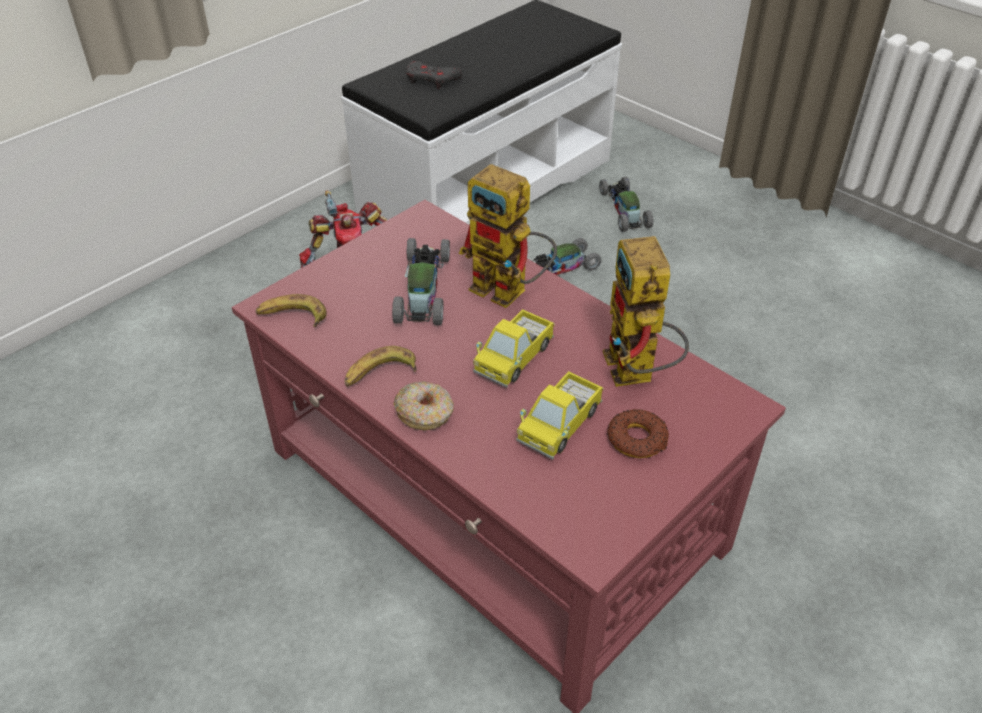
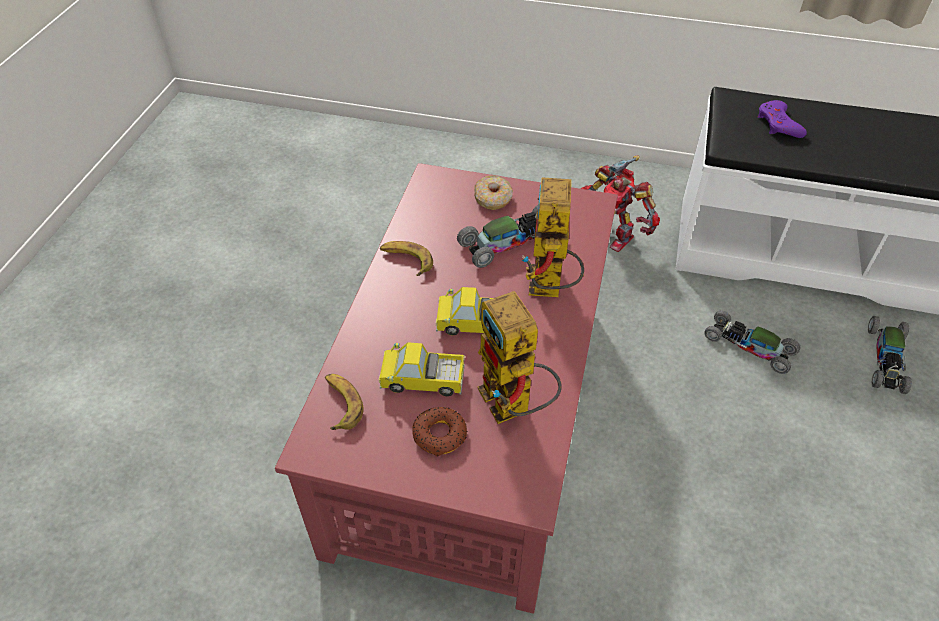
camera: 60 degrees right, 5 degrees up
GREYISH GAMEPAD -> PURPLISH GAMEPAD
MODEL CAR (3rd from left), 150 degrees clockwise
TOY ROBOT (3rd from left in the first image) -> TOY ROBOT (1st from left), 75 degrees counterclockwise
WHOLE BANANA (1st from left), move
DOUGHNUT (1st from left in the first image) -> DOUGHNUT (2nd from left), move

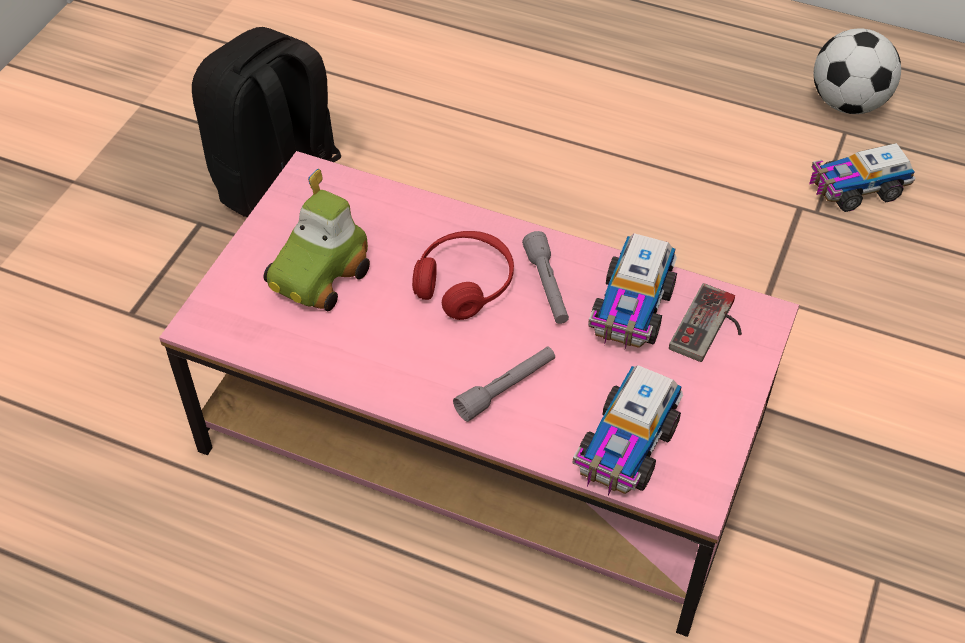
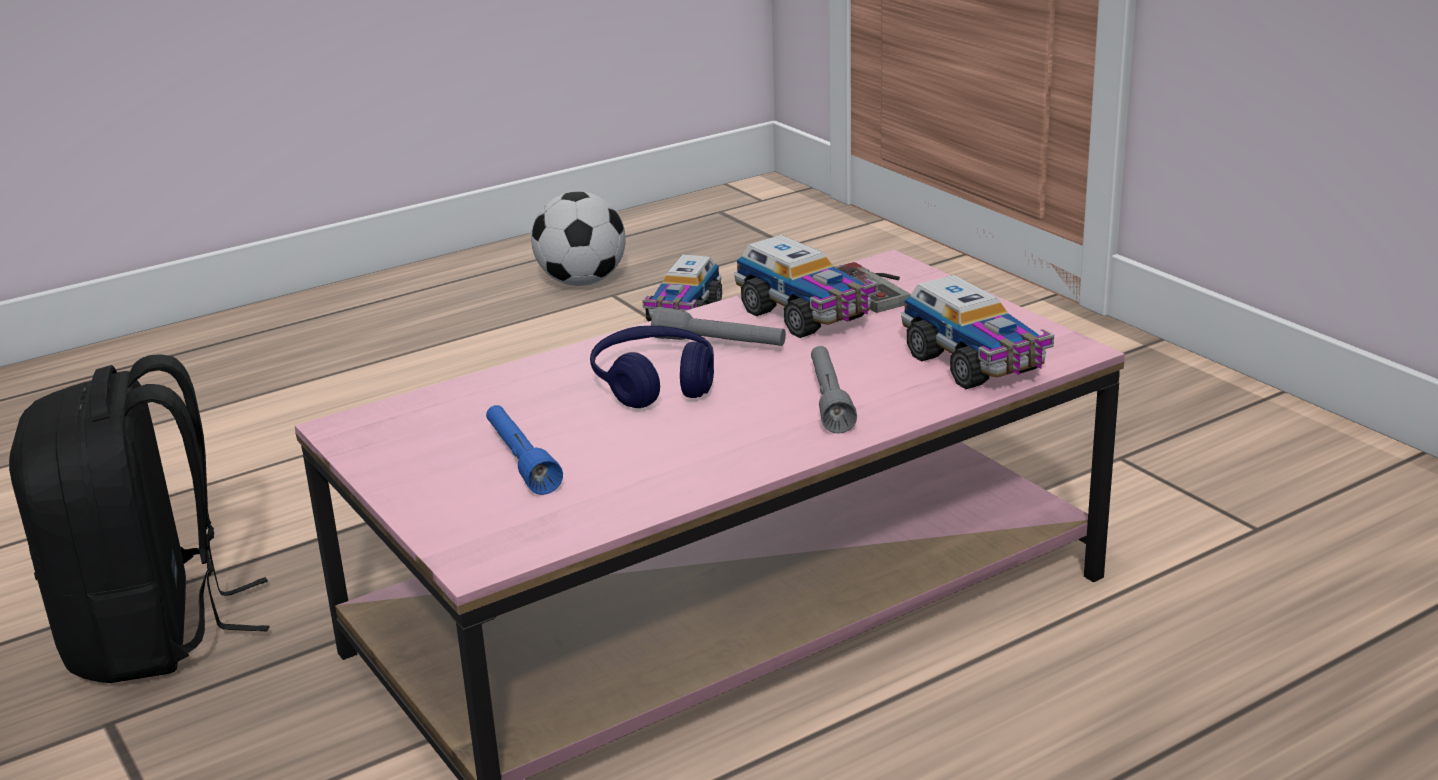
camera: 55 degrees left, 25 degrees down
MODEL CAR -> BLUE HAND TORCH
RED-COLOURED HEADPHONES -> BLUE HEADPHONES

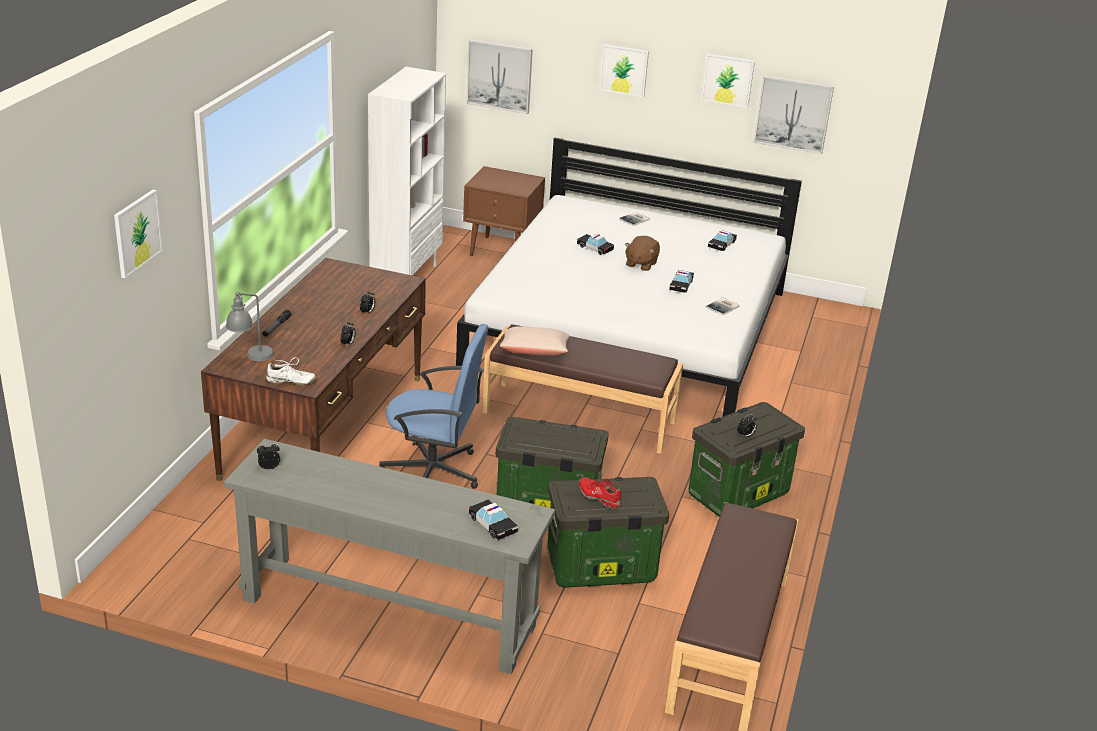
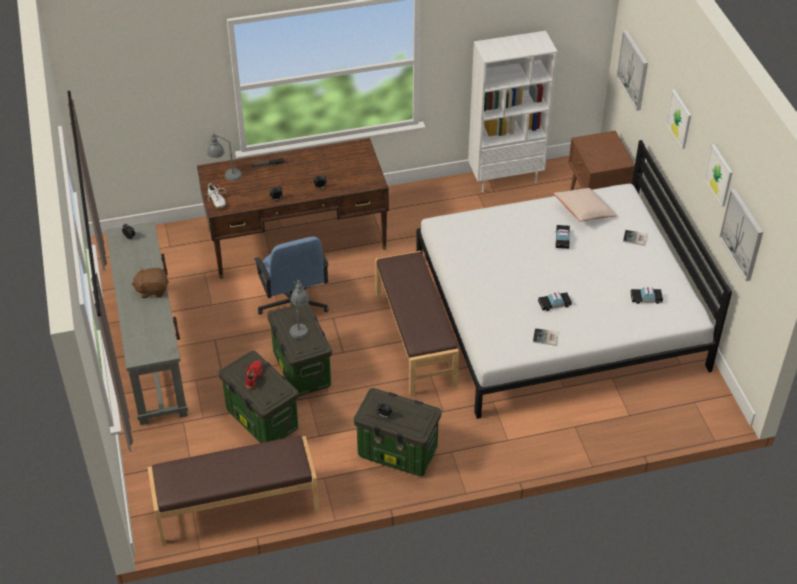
camera: 60 degrees right, 15 degrees up
PICTURE (1st from left) -> none
BROWN CUDDLY TOY, move
SAND-COLOURED THROW PILLOW, move
MODEL CAR (1st from left) -> none
none -> GREYISH LAMP FOR A TABLE (2nd from left)

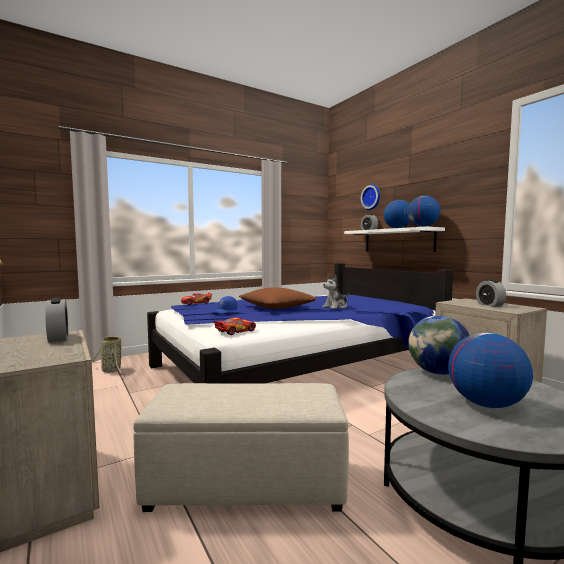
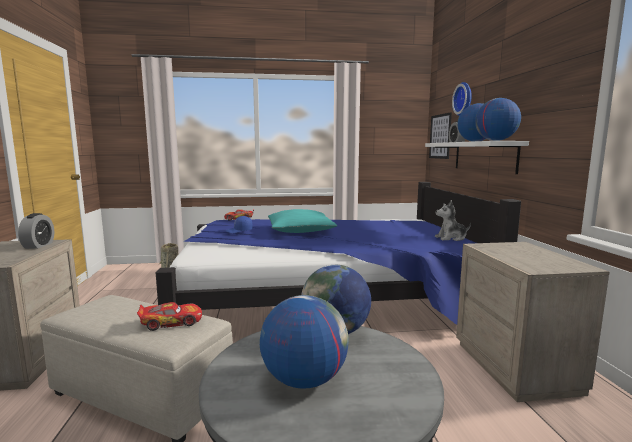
camera: 25 degrees right, 5 degrees up
CUDDLY TOY, move
TABLE CLOCK (3rd from left) -> none
BROWN THROW PILLOW -> TURQUOISE THROW PILLOW
MODEL CAR (2nd from left in the first image) -> MODEL CAR (1st from left), move
none -> PICTURE

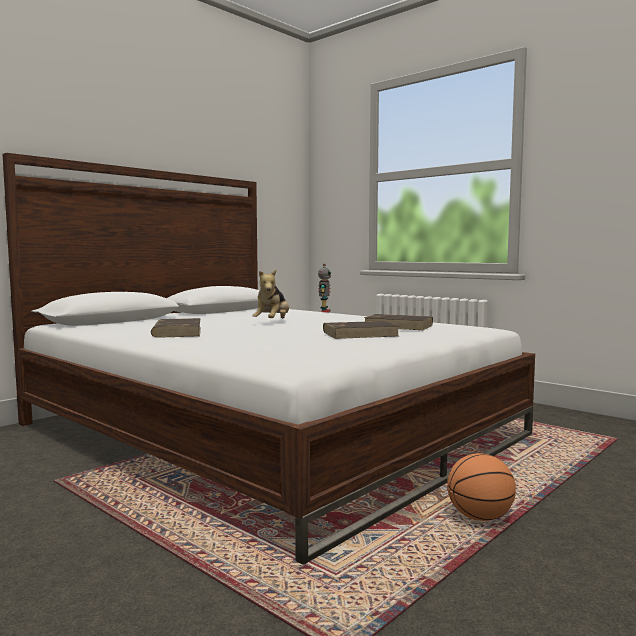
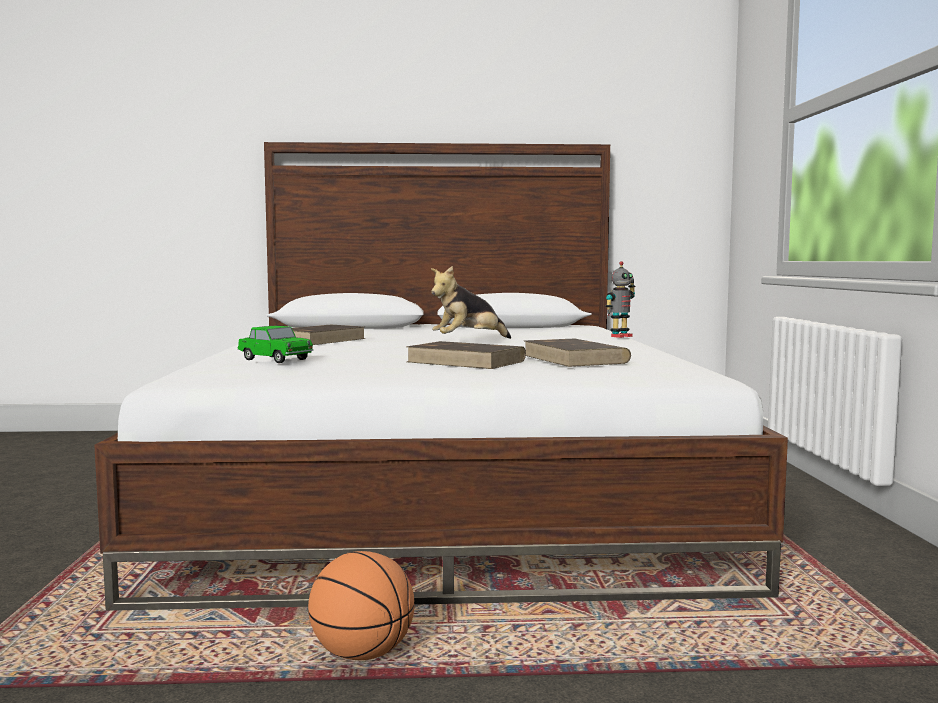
camera: 45 degrees right, 0 degrees up
none -> MODEL CAR

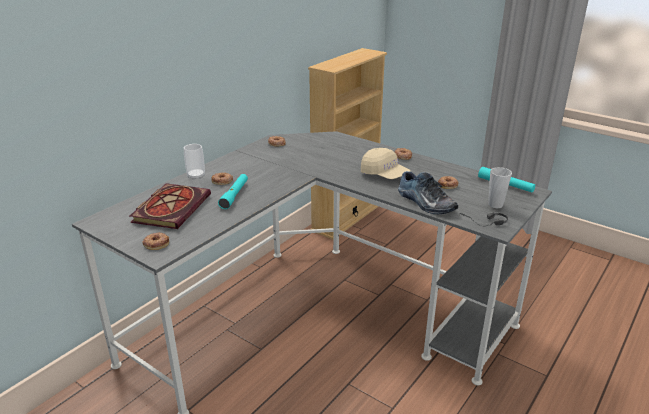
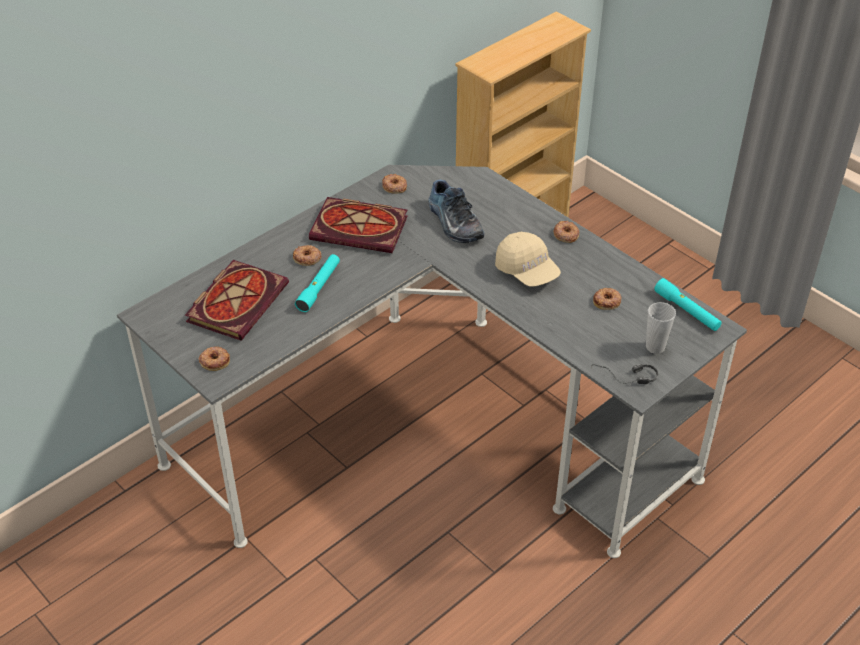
camera: 10 degrees right, 15 degrees up
CUP (1st from left) -> none
LOW SHOE, move
none -> VOLUME (2nd from left)

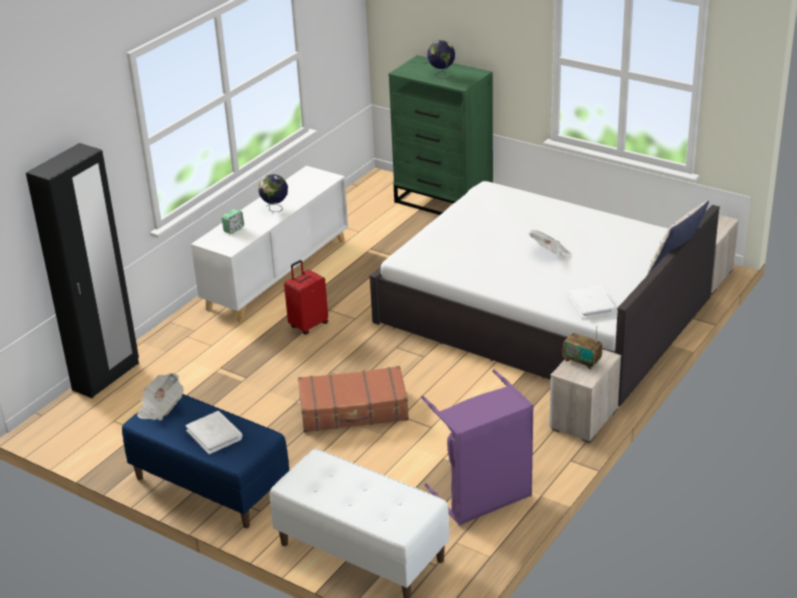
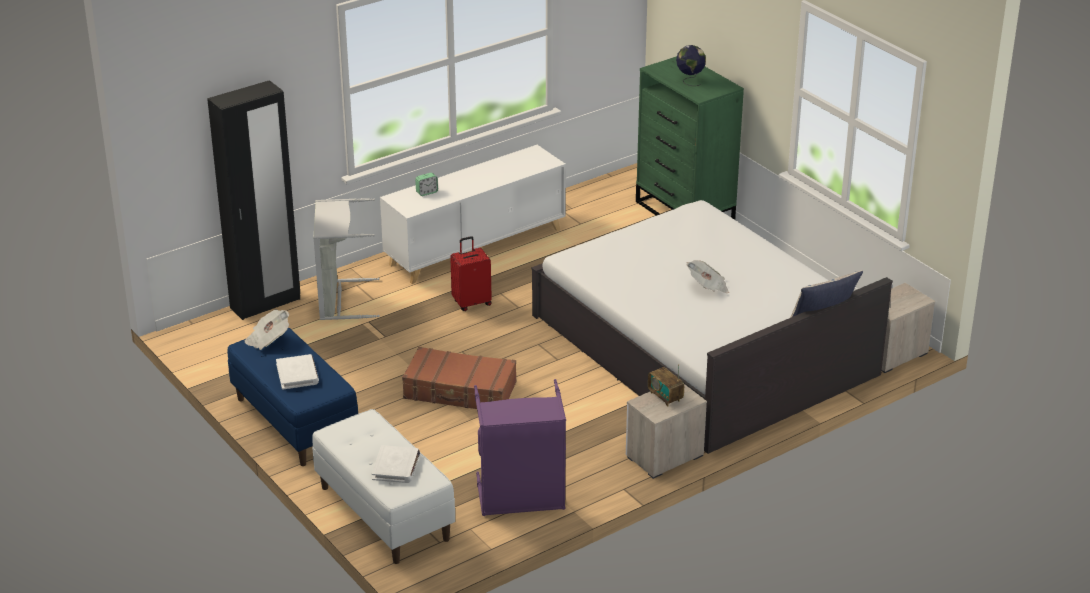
camera: 20 degrees right, 0 degrees up
DESK GLOBE (1st from left) -> none
WHITISH VOLUME (2nd from left), move
none -> GREYISH LAUNDRY BASKET

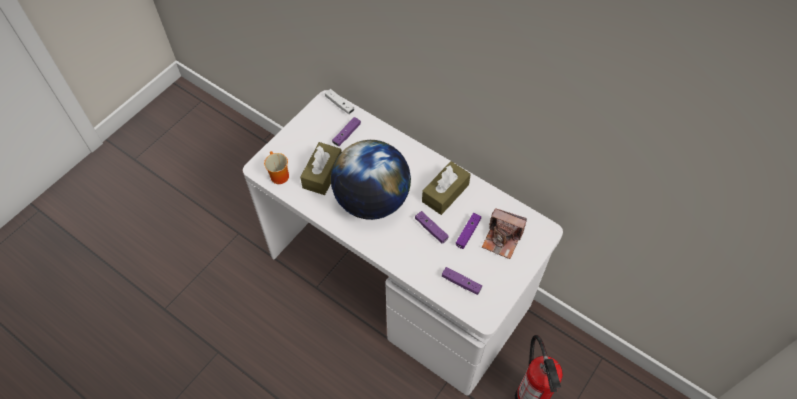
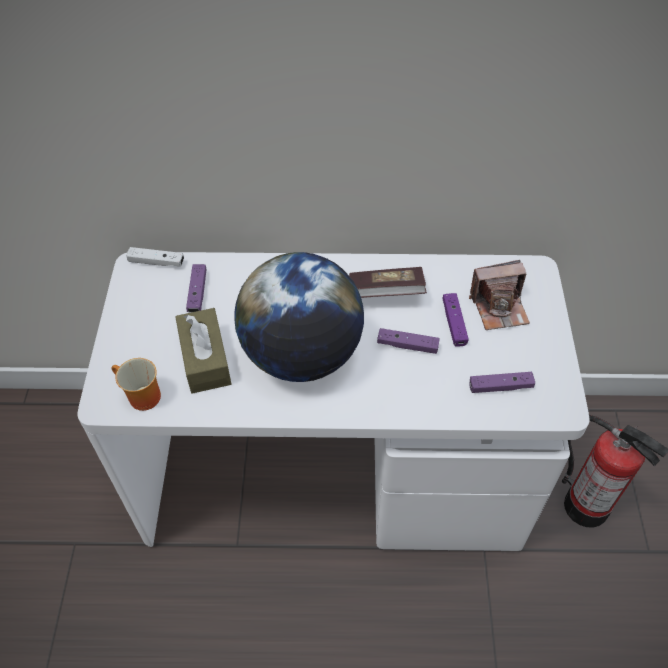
camera: 35 degrees left, 5 degrees down
BROWN BOX OF TISSUES (2nd from left) -> VOLUME

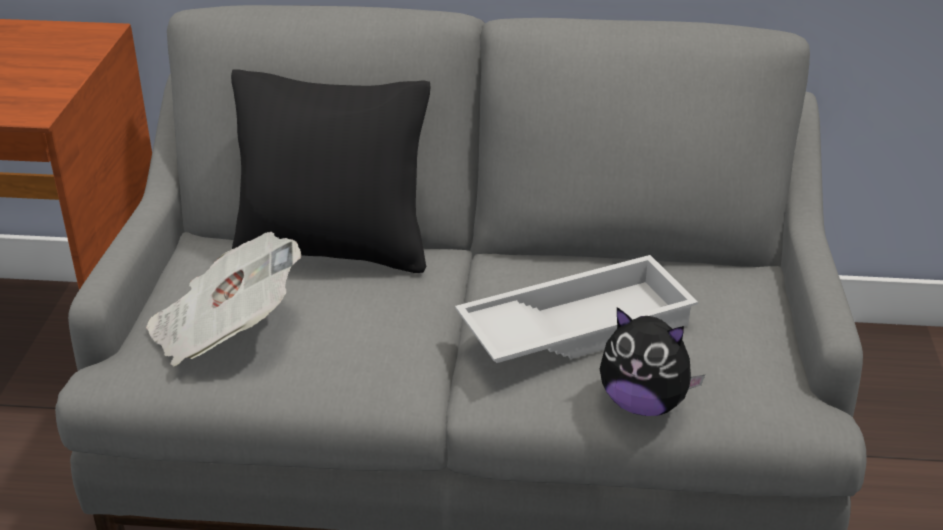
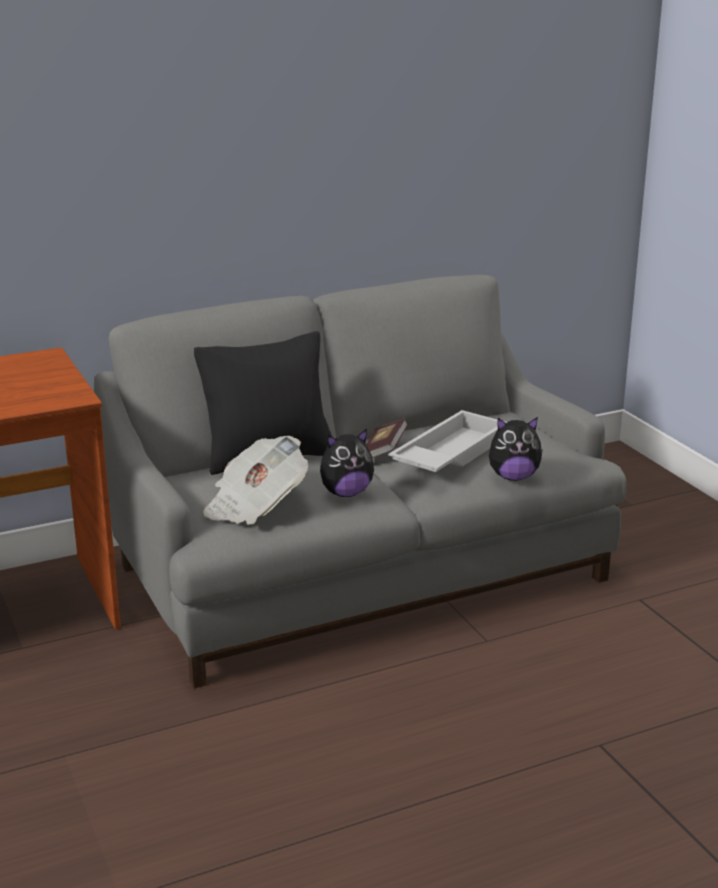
camera: 30 degrees left, 10 degrees down
none -> VOLUME
none -> CUDDLY TOY (1st from left)

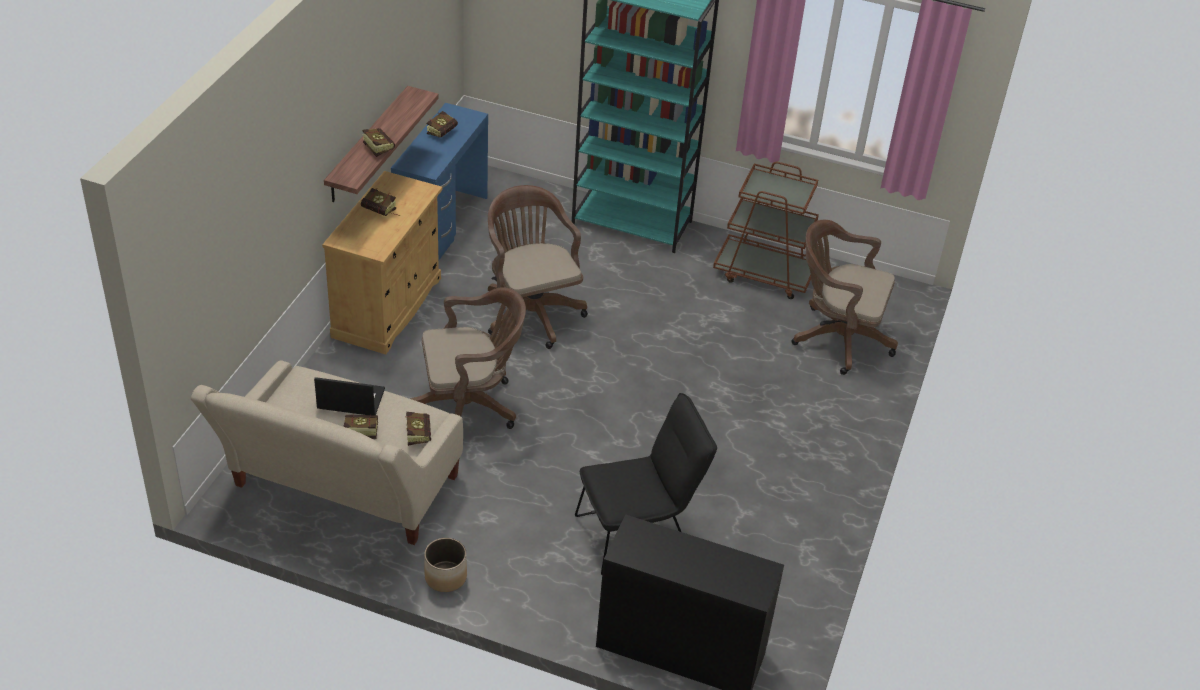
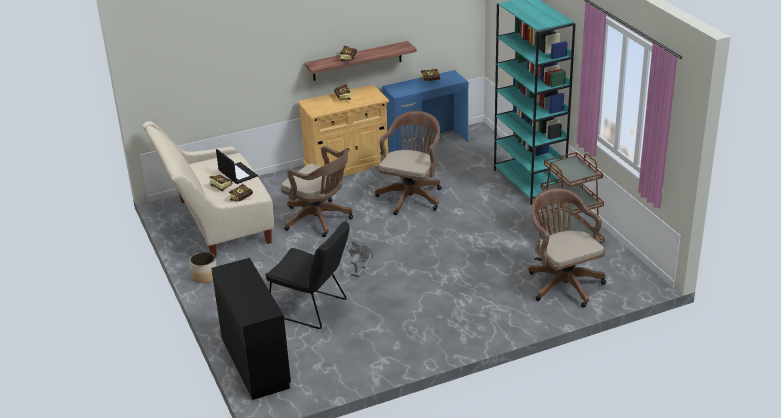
camera: 50 degrees right, 10 degrees down
none -> GREYISH FAN

